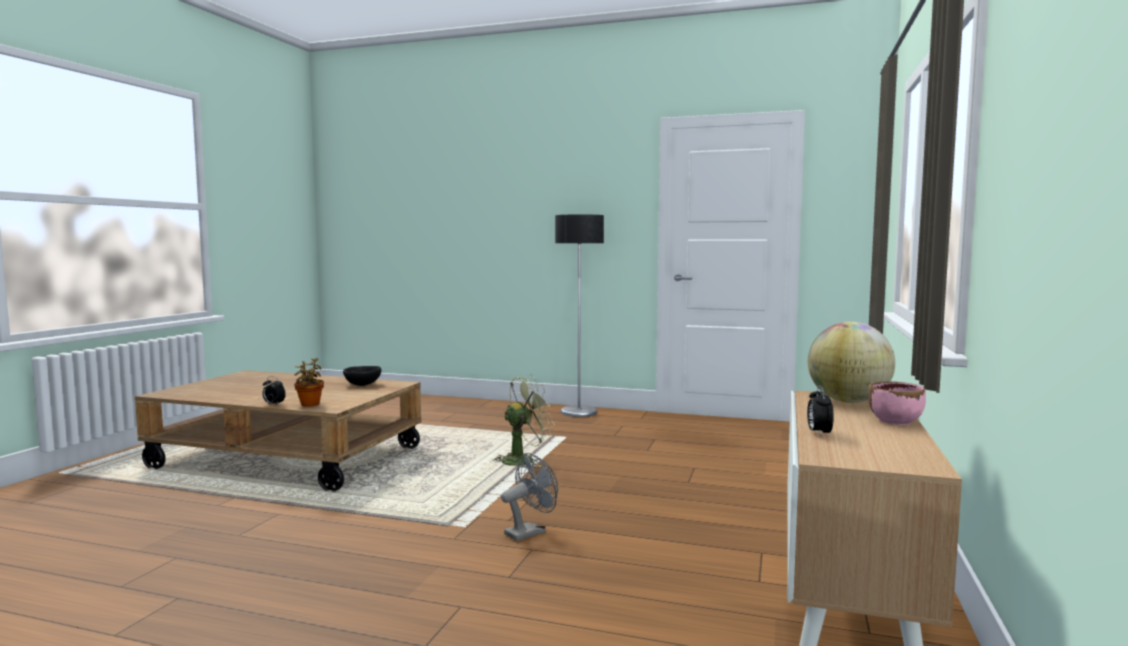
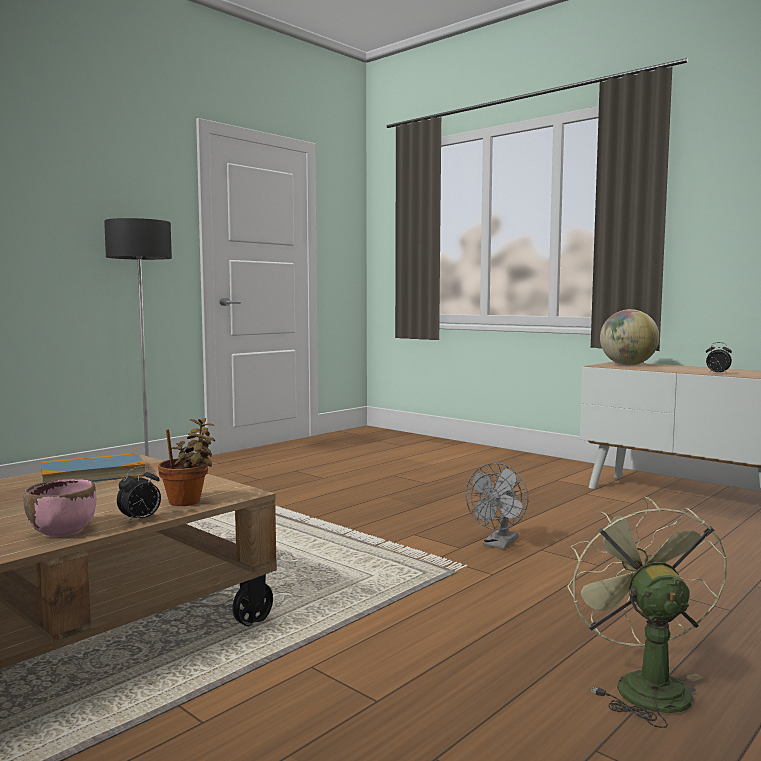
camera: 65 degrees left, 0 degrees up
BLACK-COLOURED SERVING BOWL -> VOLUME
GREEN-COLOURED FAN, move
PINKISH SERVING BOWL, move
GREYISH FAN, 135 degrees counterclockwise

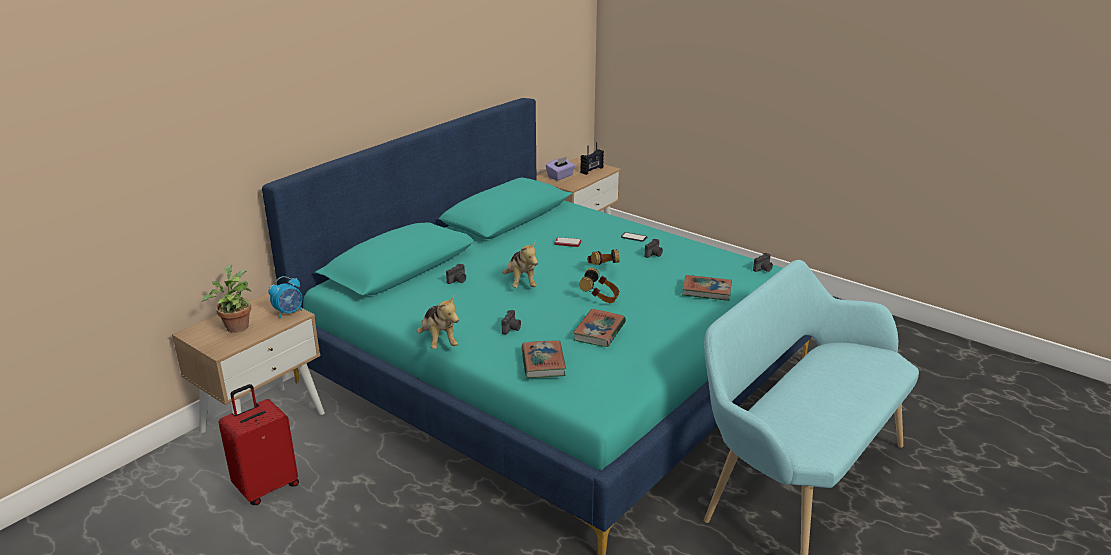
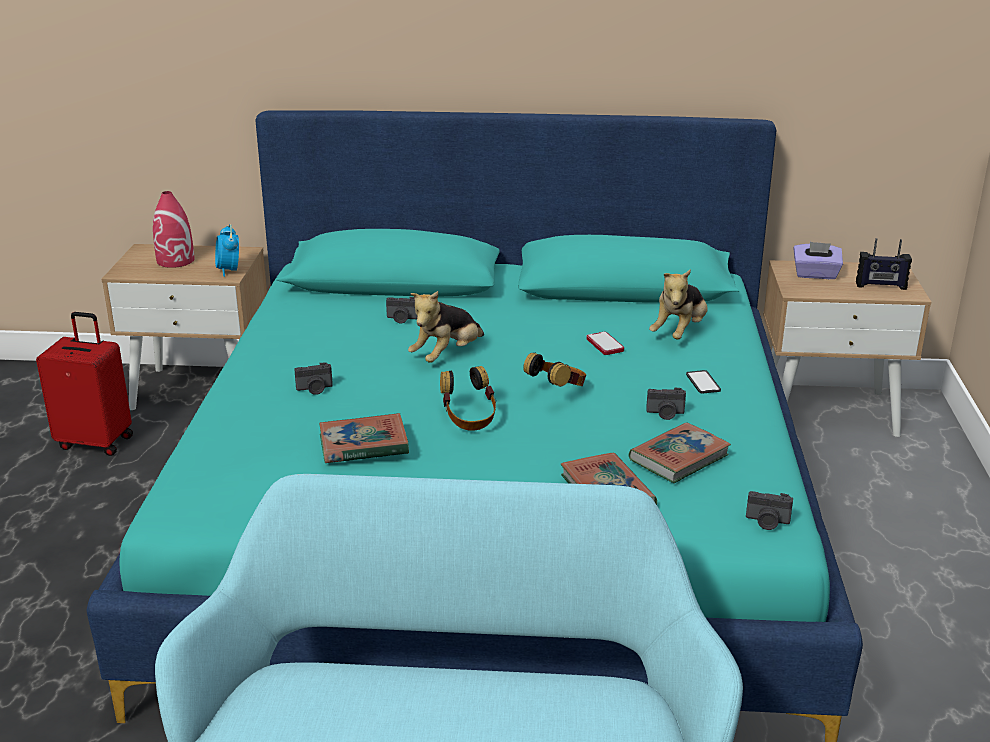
camera: 55 degrees right, 0 degrees up
POTTED PLANT -> RED-COLOURED VASE
TABLE CLOCK, 60 degrees clockwise
CUDDLY TOY (1st from left in the first image) -> CUDDLY TOY (2nd from left), move
VOLUME (1st from left in the first image) -> VOLUME (3rd from left), move

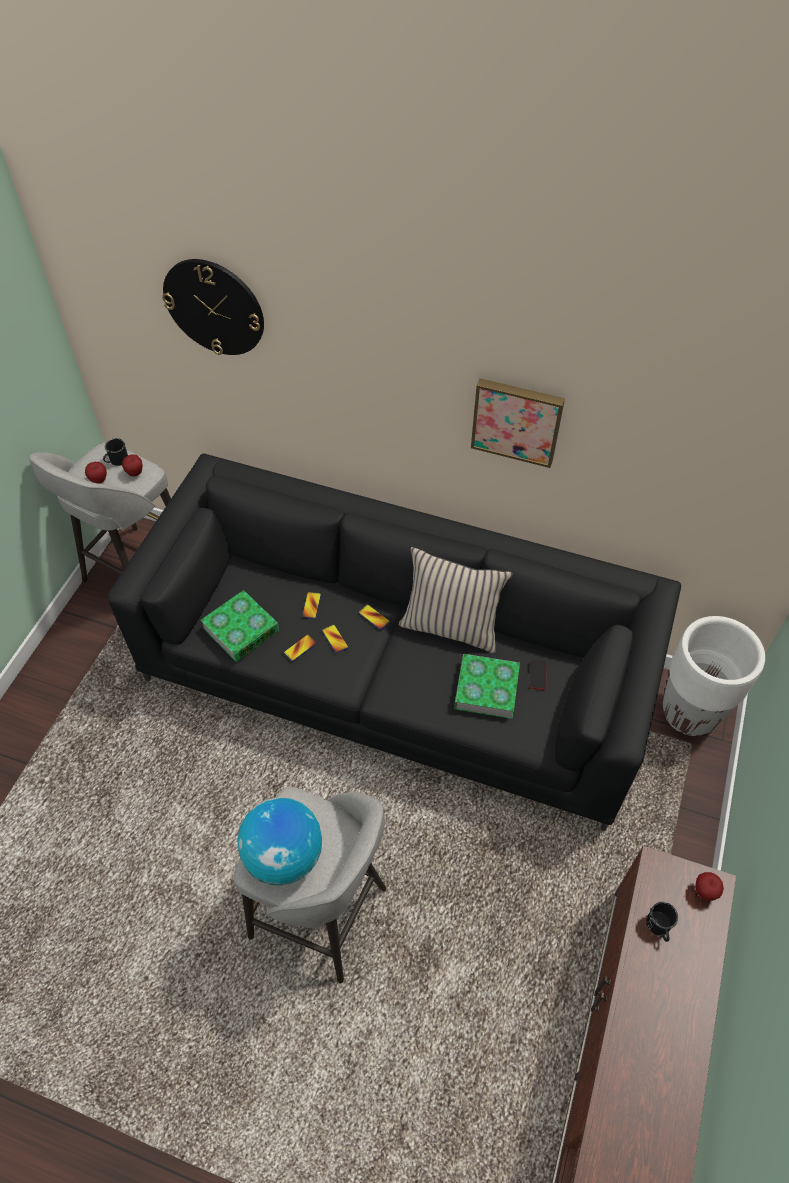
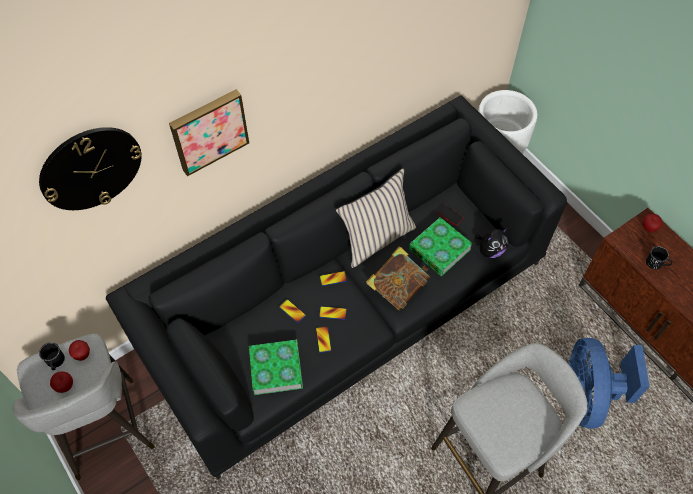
camera: 55 degrees left, 5 degrees up
PICTURE, move
DESK GLOBE -> none
none -> CUDDLY TOY
none -> VOLUME (2nd from left)
none -> BLUE FAN

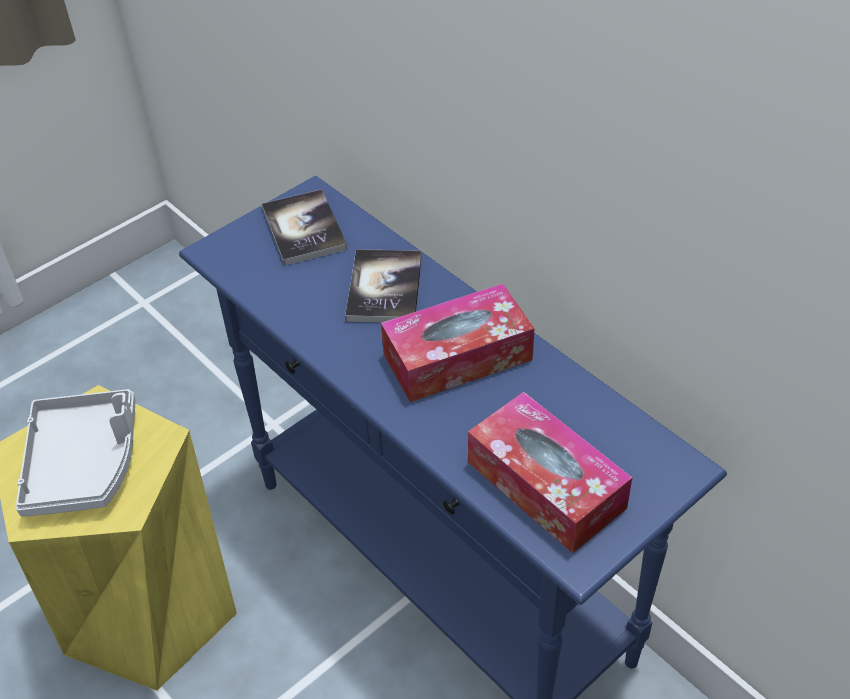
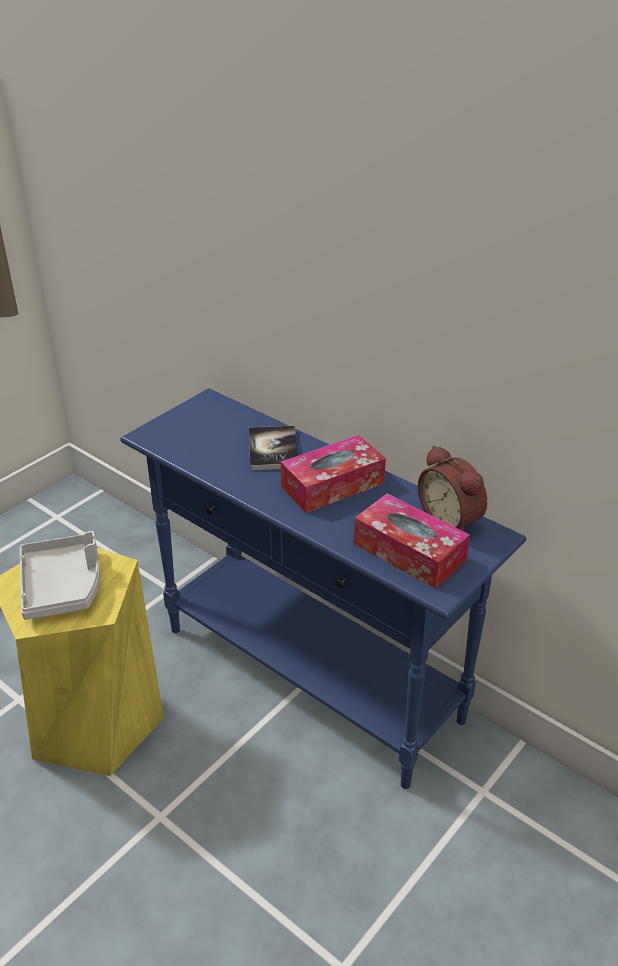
camera: 10 degrees left, 10 degrees down
VOLUME (1st from left) -> none
none -> TABLE CLOCK

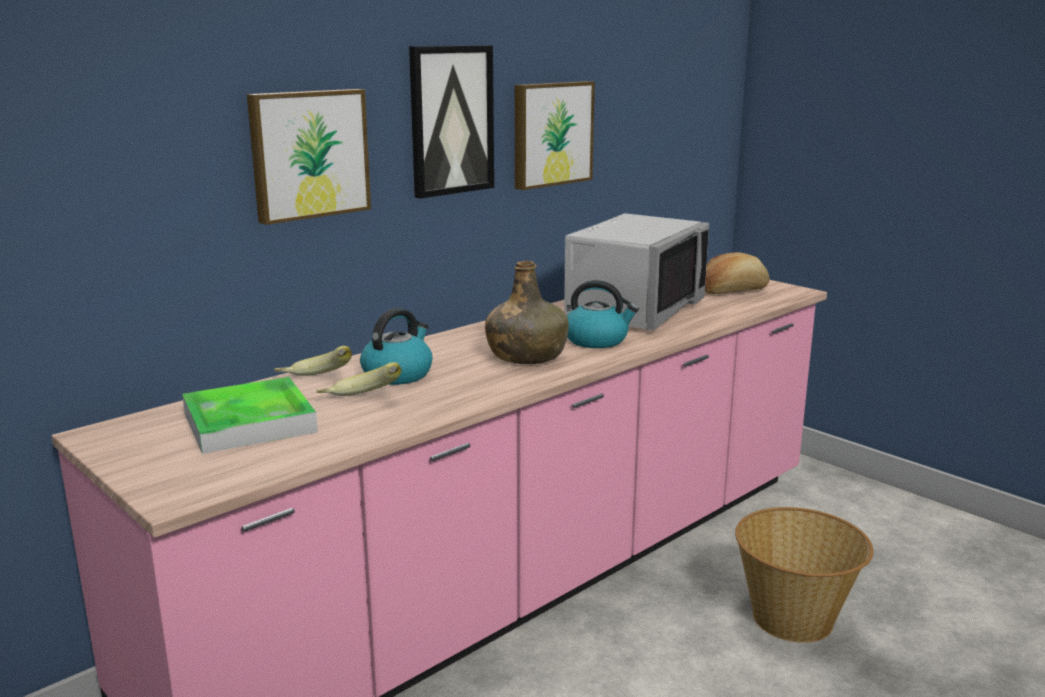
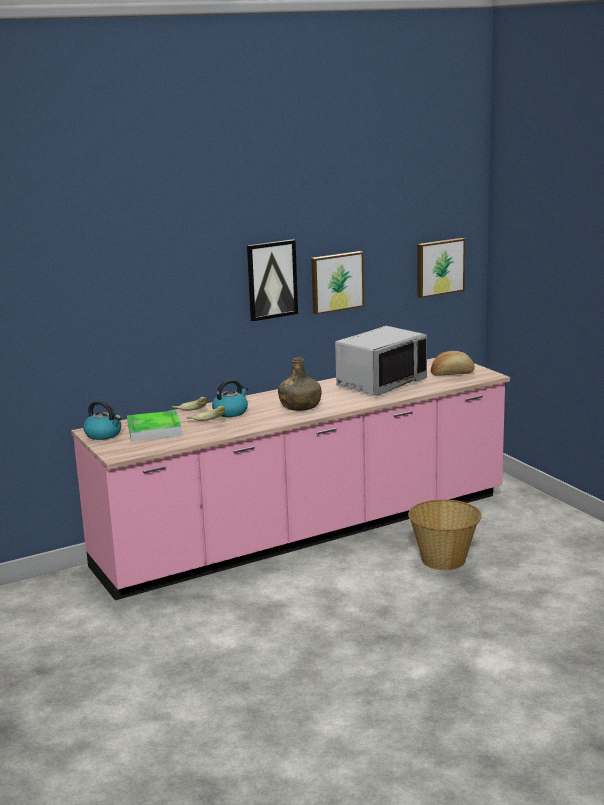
camera: 15 degrees right, 0 degrees up
PICTURE (1st from left in the first image) -> PICTURE (3rd from left), move
WATER KETTLE (2nd from left in the first image) -> WATER KETTLE (1st from left), move

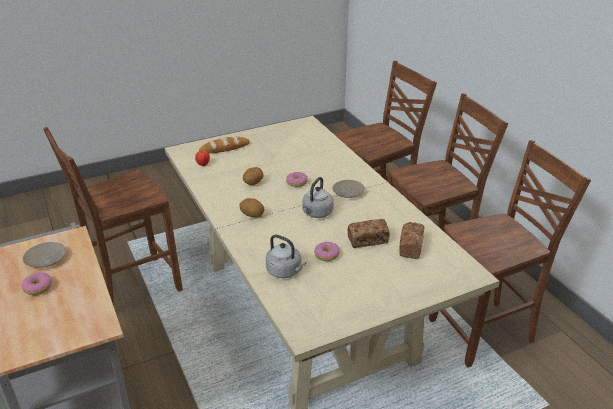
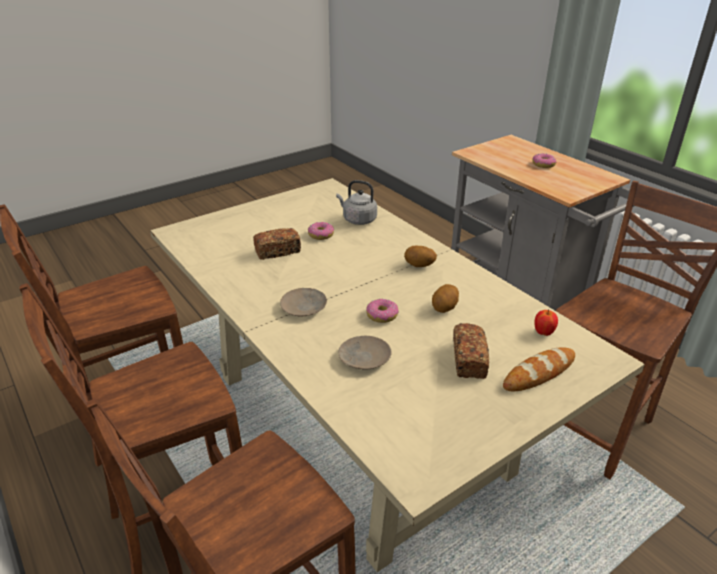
camera: 170 degrees right, 0 degrees up
GREYISH WATER KETTLE (2nd from left) -> none
BAKED BREAD (3rd from left in the first image) -> BAKED BREAD (2nd from left), move
SAND-COLOURED FLAT DISH (1st from left in the first image) -> SAND-COLOURED FLAT DISH (2nd from left), move

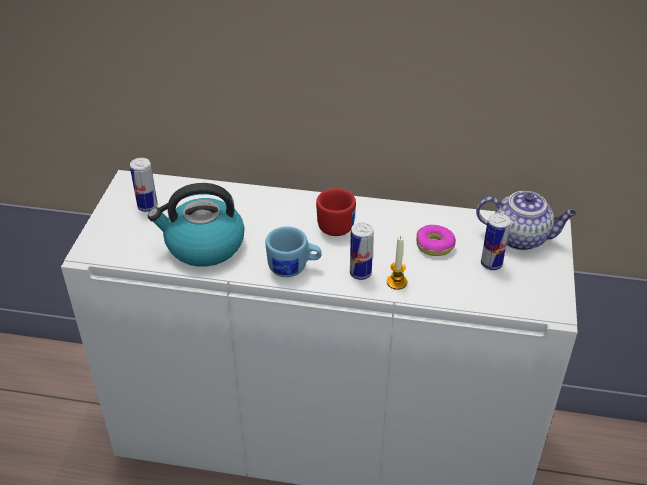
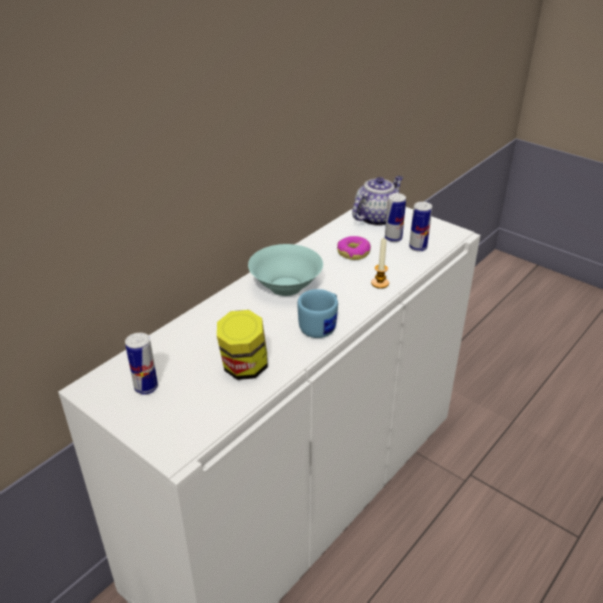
camera: 60 degrees left, 5 degrees down
WATER KETTLE -> PRESERVE JAR
RED-COLOURED TEA MUG -> TURQUOISE SERVING BOWL
METAL CAN (2nd from left in the first image) -> METAL CAN (3rd from left), move

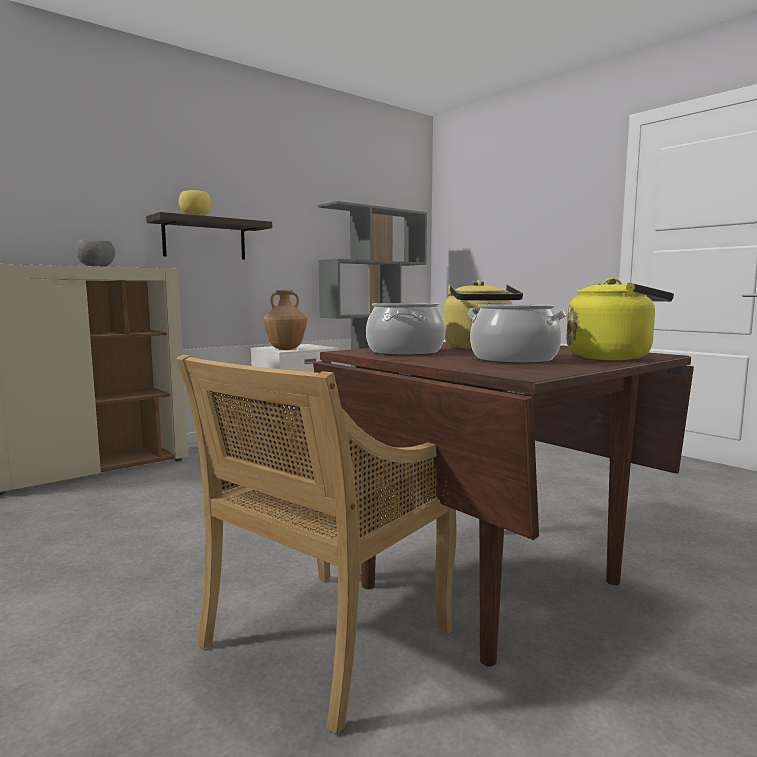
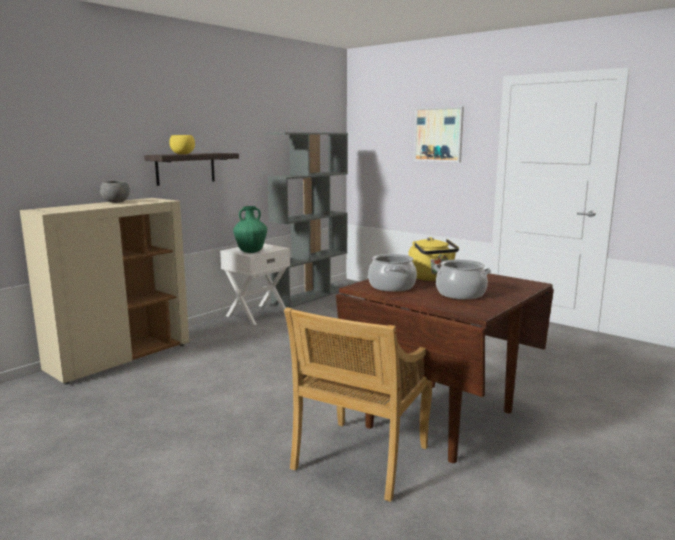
camera: 10 degrees left, 5 degrees up
YELLOWISH WATER KETTLE (2nd from left) -> none
BROWN VASE -> GREEN-COLOURED VASE
none -> PICTURE

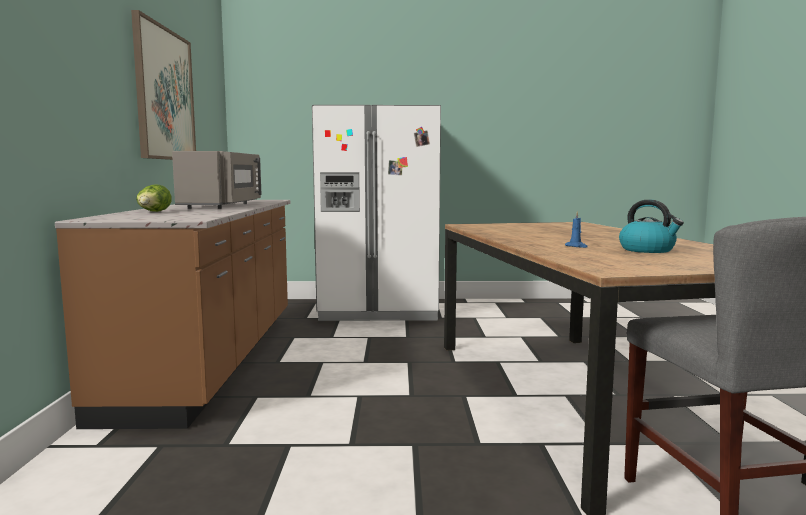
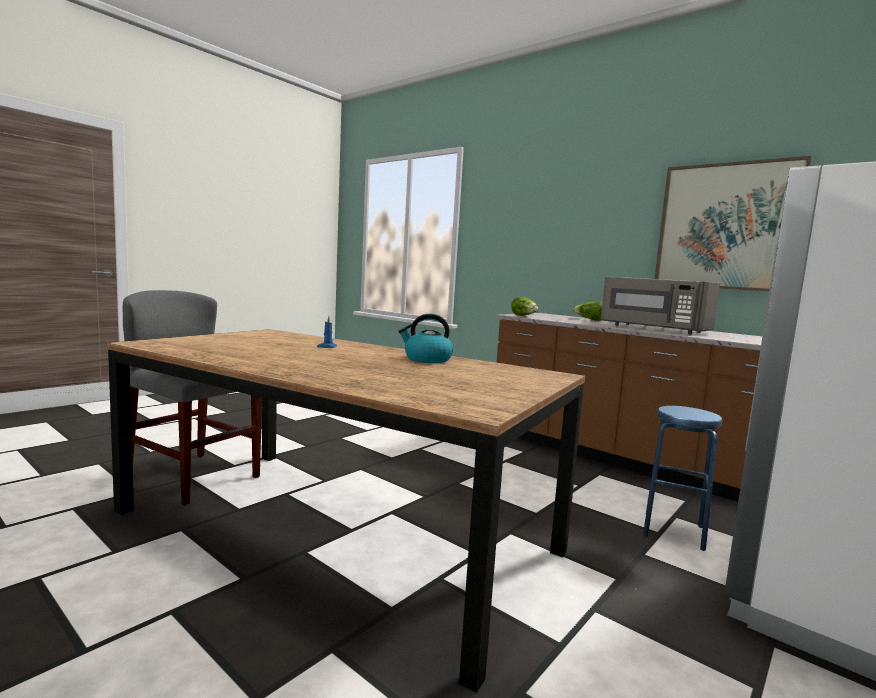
camera: 130 degrees right, 0 degrees up
WATER KETTLE, move
none -> LETTUCE HEAD (1st from left)
none -> BLUE STOOL SEAT

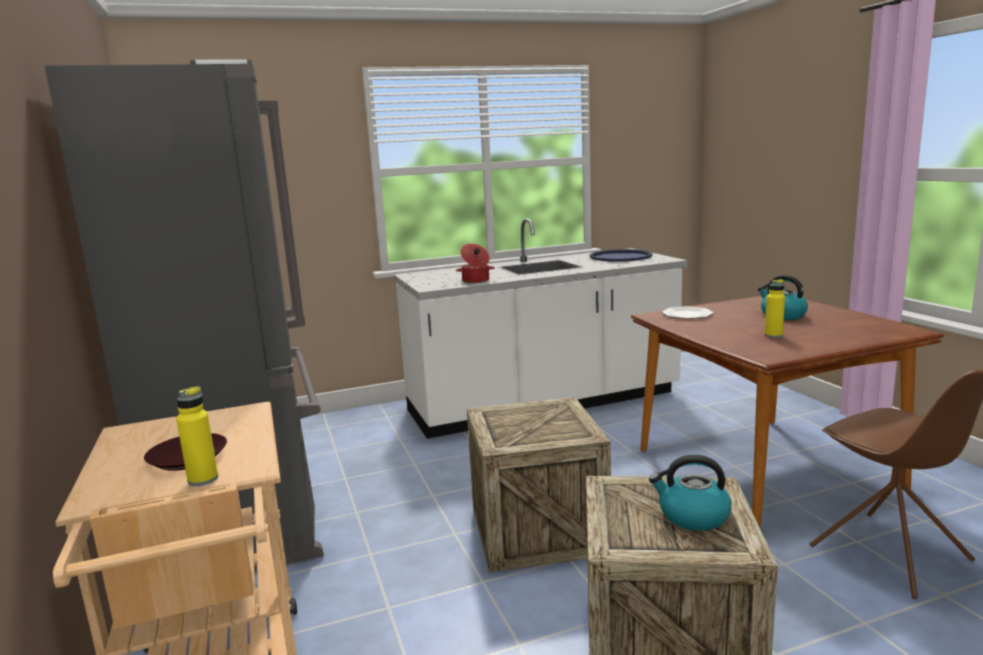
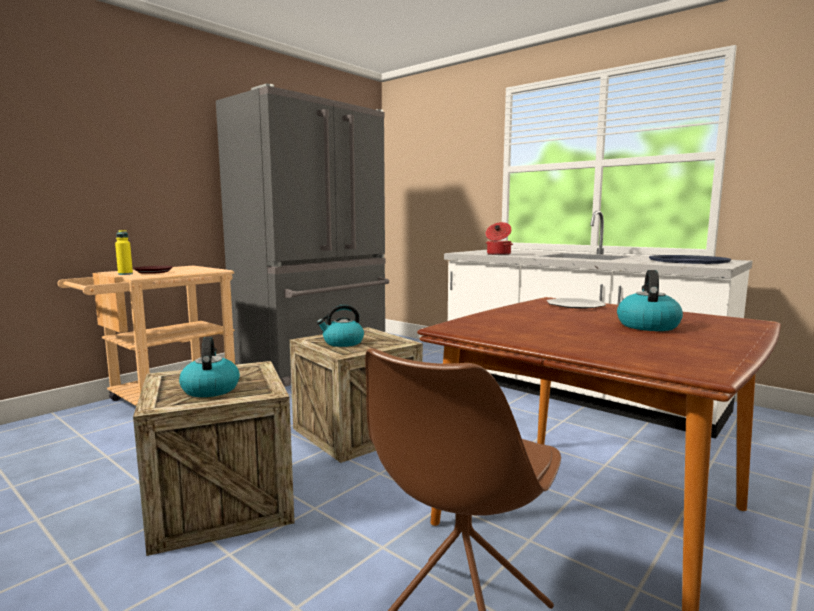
camera: 60 degrees right, 5 degrees down
YELLOWISH BOTTLE (2nd from left) -> none
none -> WATER KETTLE (2nd from left)

